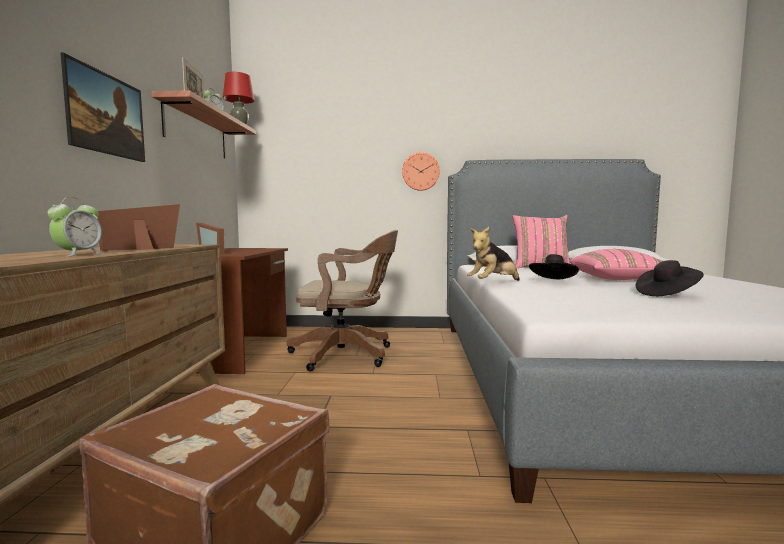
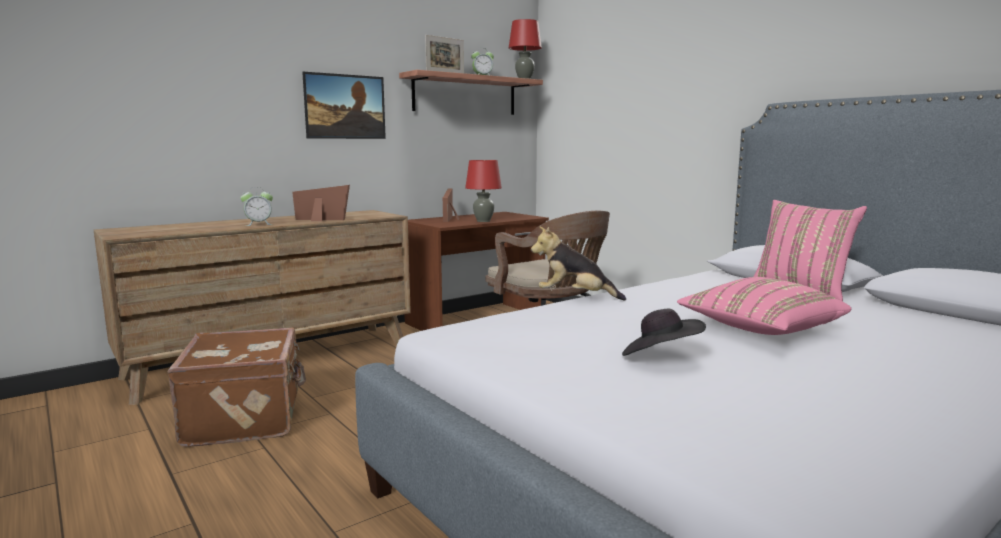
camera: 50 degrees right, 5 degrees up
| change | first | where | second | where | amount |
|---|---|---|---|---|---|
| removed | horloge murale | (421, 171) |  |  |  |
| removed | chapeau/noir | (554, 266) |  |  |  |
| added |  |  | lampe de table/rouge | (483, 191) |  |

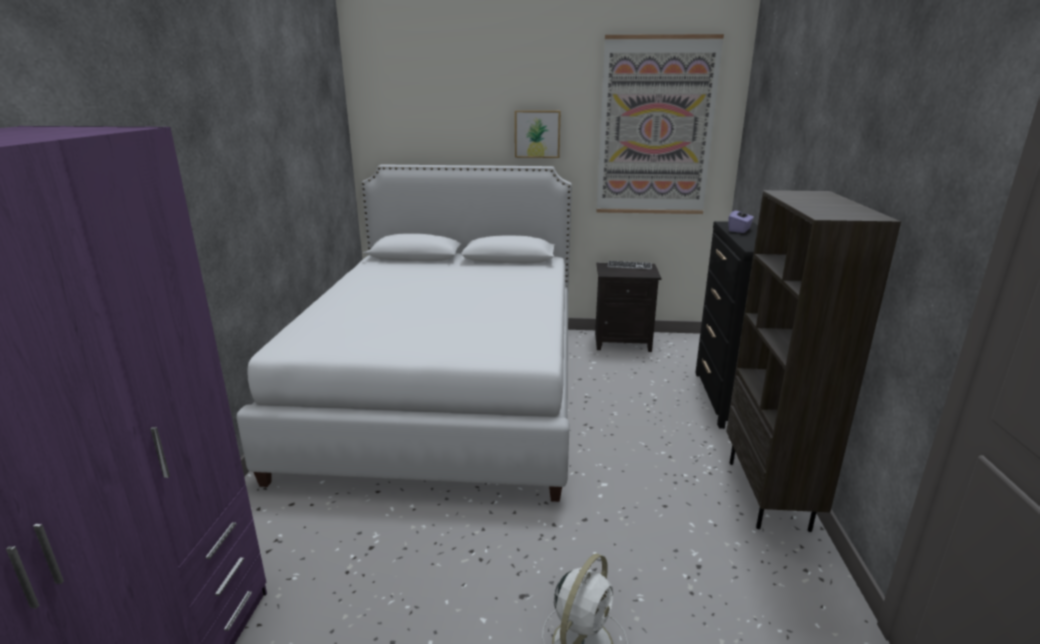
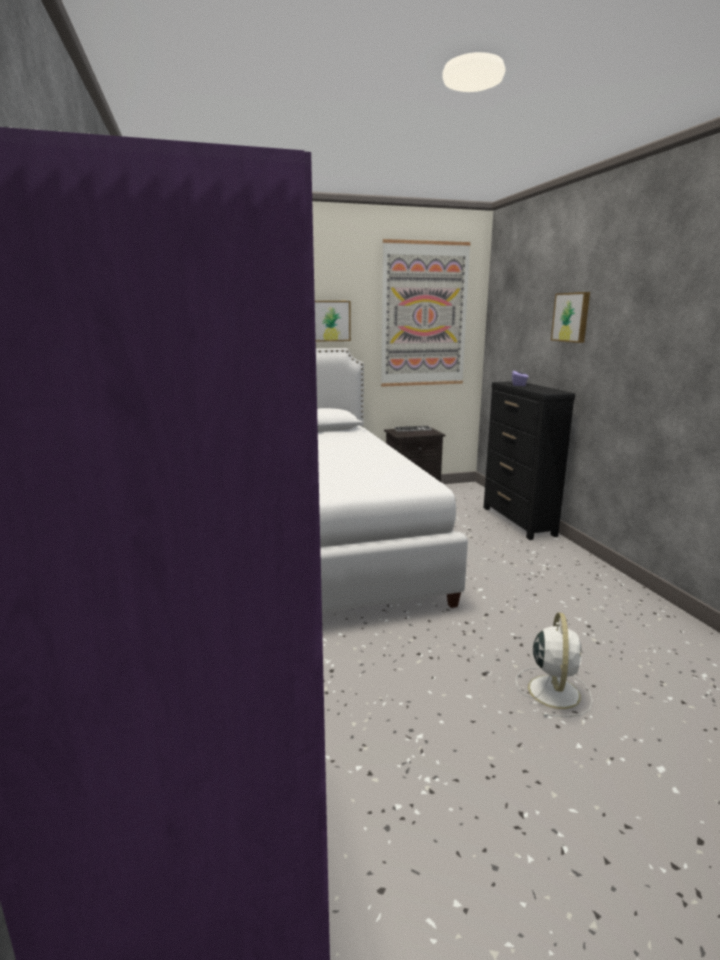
camera: 20 degrees left, 5 degrees down
| change | first | where | second | where | amount |
|---|---|---|---|---|---|
| removed | bibliothèque/marron | (813, 361) |  |  |  |
| added |  |  | tableau | (570, 317) |  |

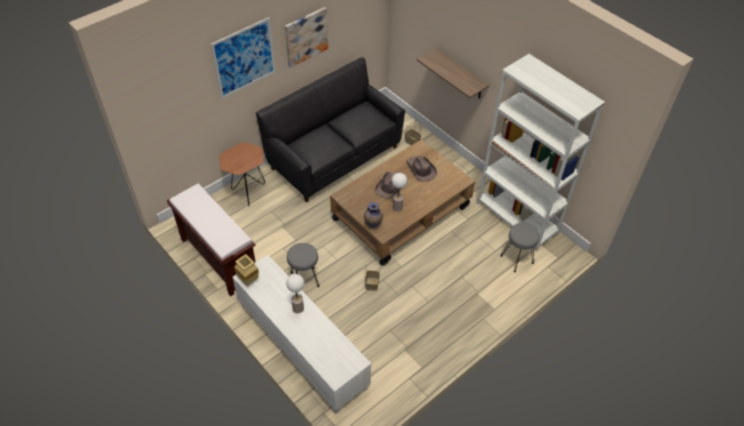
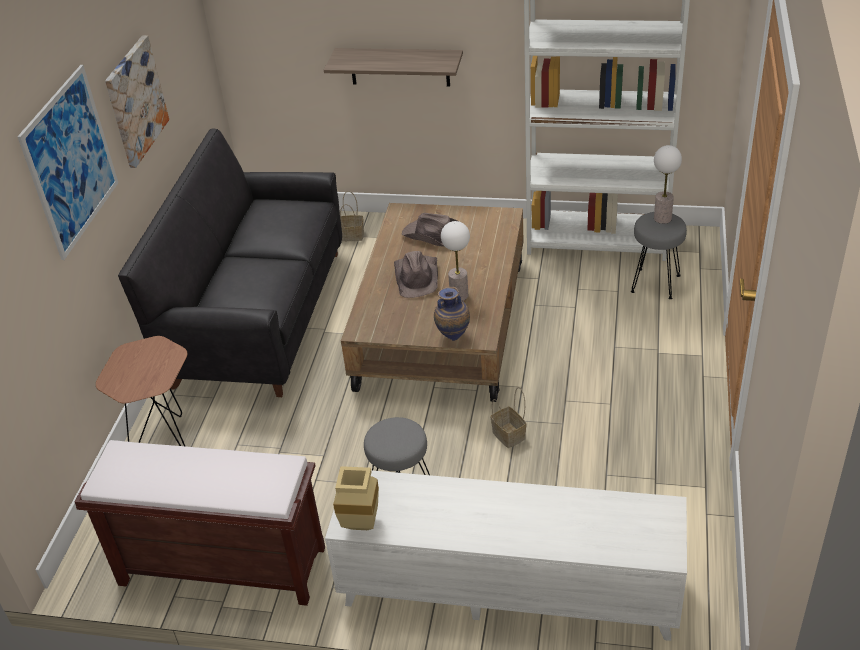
camera: 35 degrees left, 10 degrees down
| change | first | where | second | where | amount |
|---|---|---|---|---|---|
| moved | lampe de table | (295, 293) |  | (668, 184) |  |

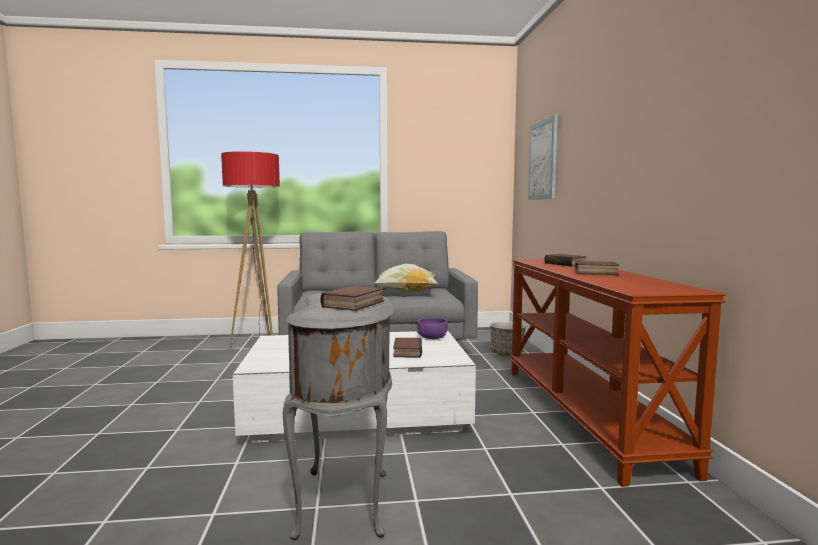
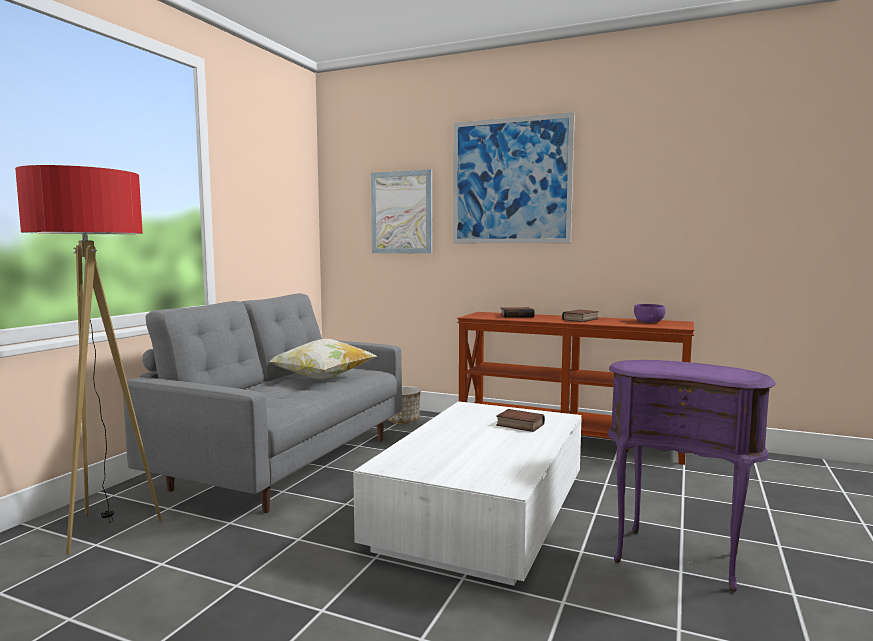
camera: 60 degrees left, 0 degrees up
| change | first | where | second | where | amount |
|---|---|---|---|---|---|
| removed | livre | (352, 298) |  |  |  |
| recoloured | table d'appoint/gris | (339, 416) | table d'appoint/violet | (692, 476) |  |
| moved | bol/violet | (432, 328) |  | (649, 313) |  |
| added |  |  | tableau | (514, 177) |  |

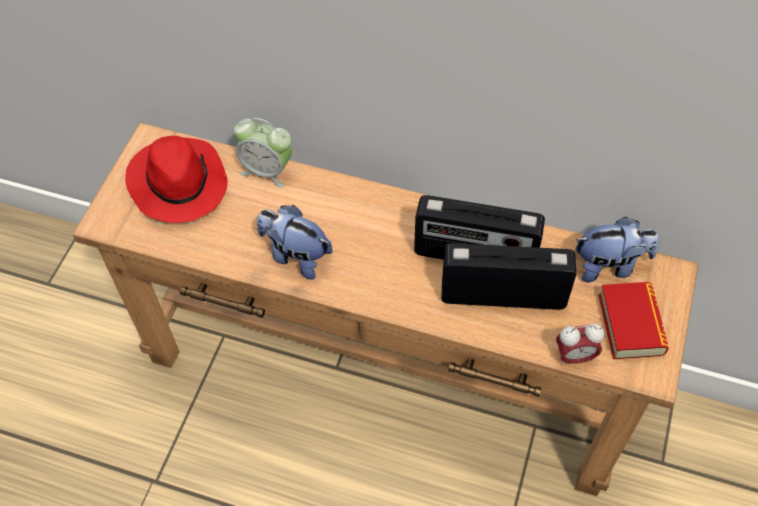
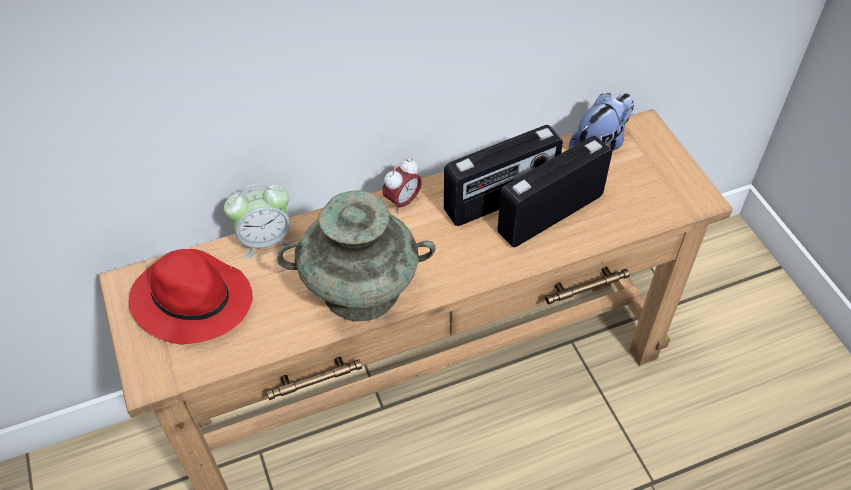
camera: 40 degrees left, 5 degrees down
| change | first | where | second | where | amount |
|---|---|---|---|---|---|
| replaced | peluche | (295, 242) | vase/turquoise | (356, 256) |  |
| removed | livre | (634, 320) |  |  |  |
| moved | réveil | (580, 344) |  | (402, 186) |  |

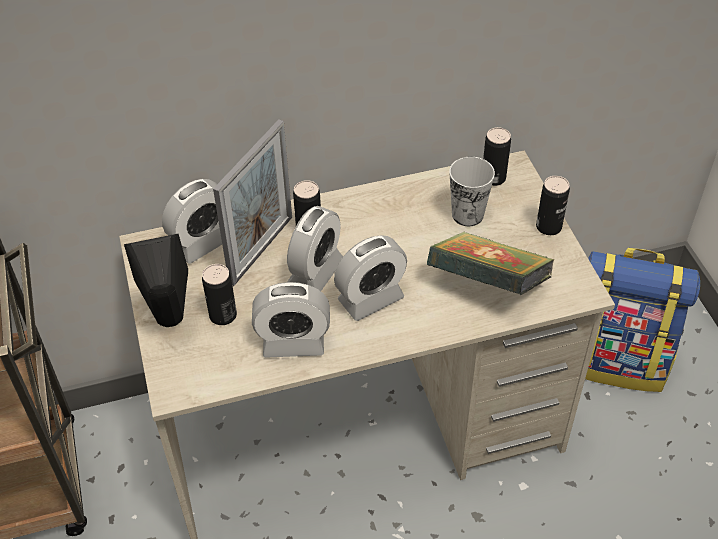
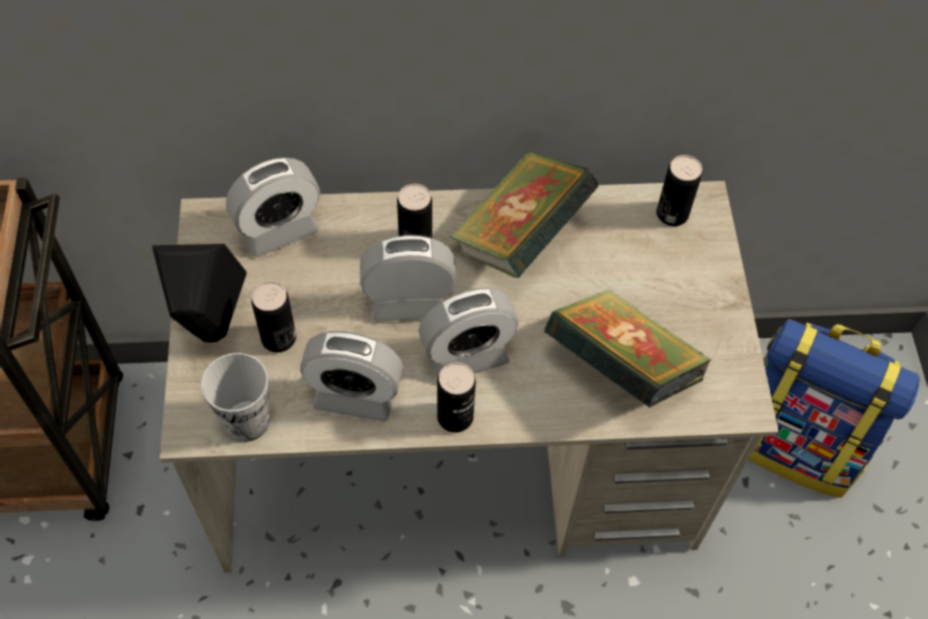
camera: 10 degrees right, 10 degrees up
| change | first | where | second | where | amount |
|---|---|---|---|---|---|
| removed | cadre photo | (252, 202) |  |  |  |
| moved | tasse | (472, 191) |  | (235, 397) |  |
| moved | boîte métallique | (553, 205) |  | (456, 397) |  |
| turned | réveil | (315, 248) |  | (408, 278) | 135 degrees counterclockwise |
| added |  |  | livre | (524, 214) |  |

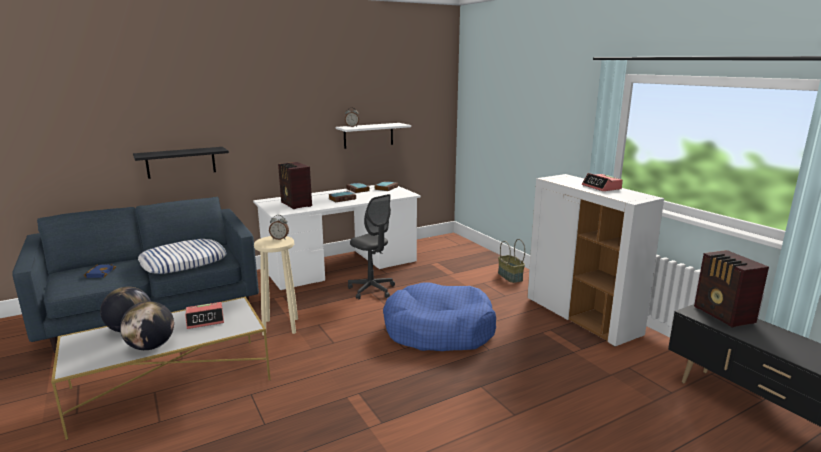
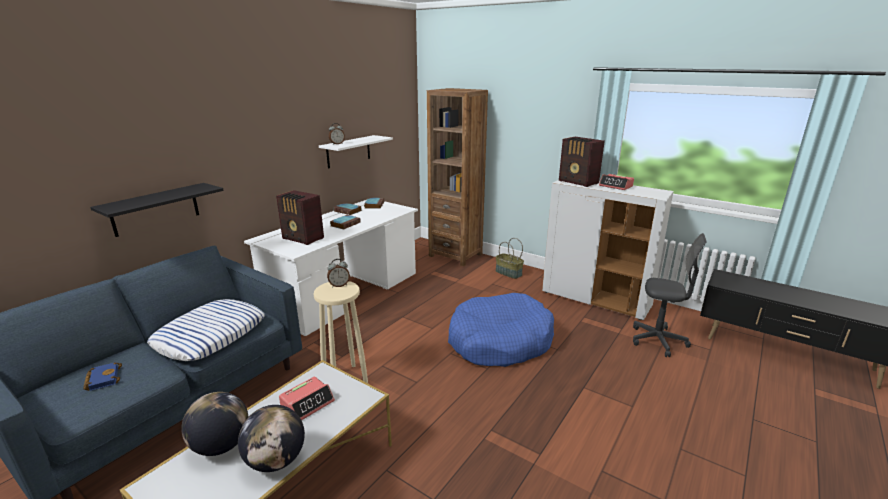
camera: 25 degrees left, 5 degrees up
| change | first | where | second | where | amount |
|---|---|---|---|---|---|
| moved | chaise de bureau/gris | (371, 246) |  | (670, 295) |  |
| moved | radio | (731, 288) |  | (582, 162) |  |
| added |  |  | bibliothèque/marron | (457, 177) |  |

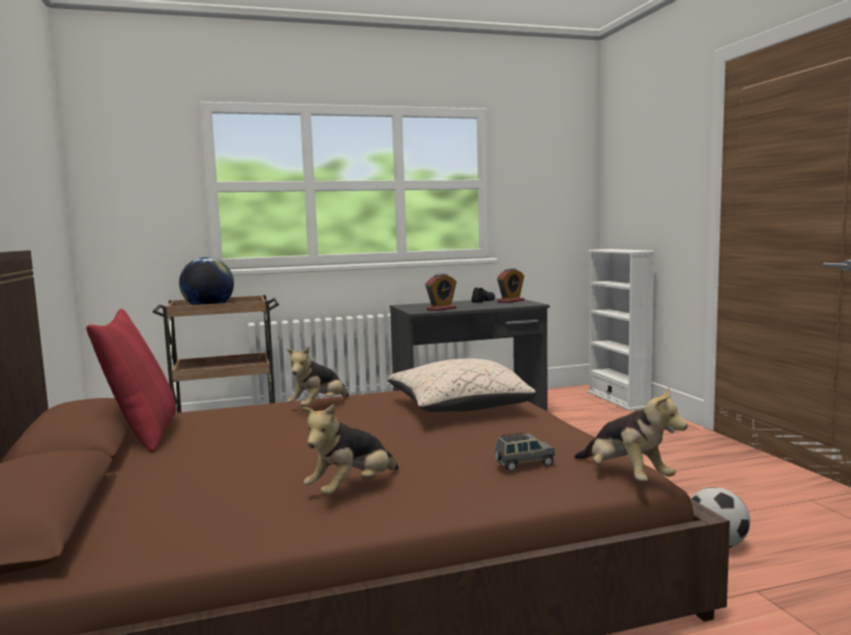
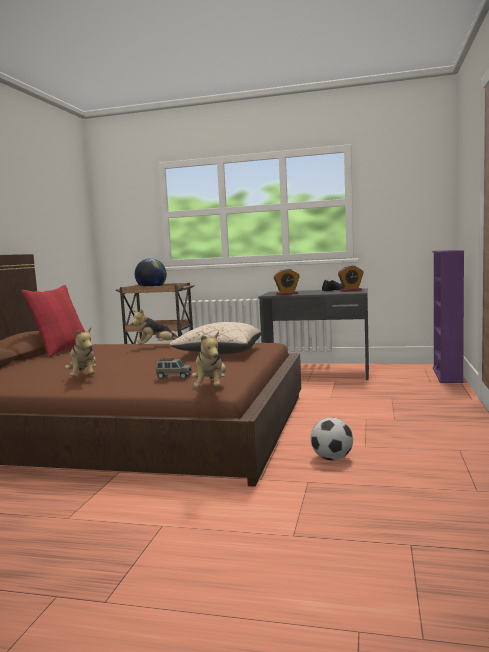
camera: 30 degrees right, 0 degrees up
| change | first | where | second | where | amount |
|---|---|---|---|---|---|
| recoloured | bibliothèque/blanc | (621, 330) | bibliothèque/violet | (448, 316) |  |
| turned | peluche | (350, 450) |  | (80, 351) | 90 degrees counterclockwise |

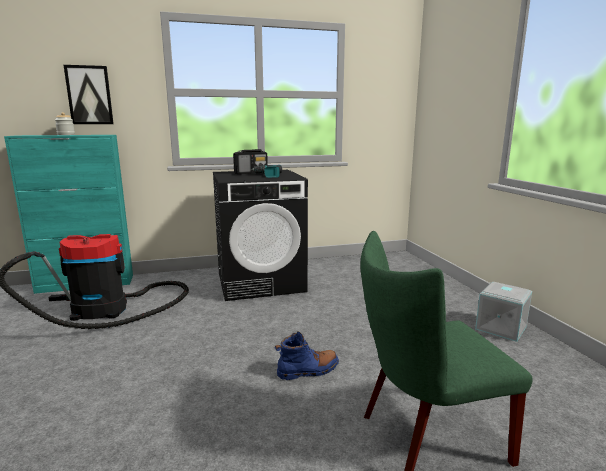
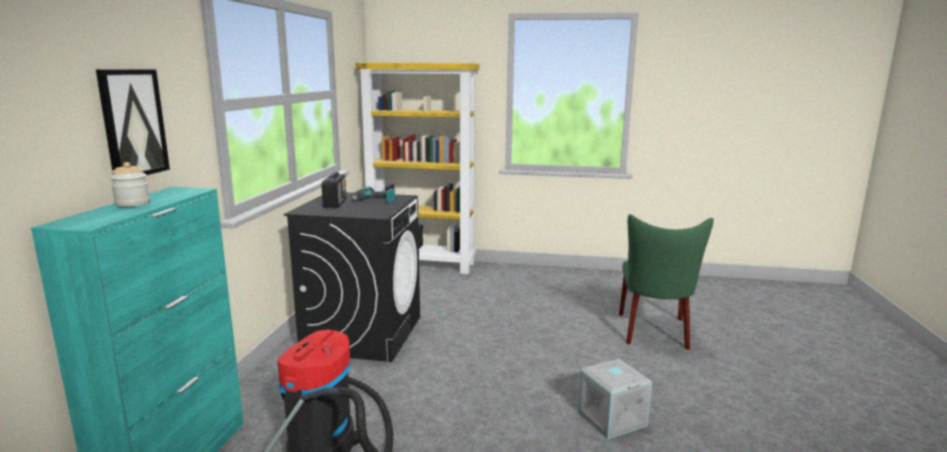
camera: 65 degrees left, 0 degrees up
| change | first | where | second | where | amount |
|---|---|---|---|---|---|
| moved | boîte de rangement/gris | (503, 312) |  | (614, 399) |  |
| removed | botte/bleu | (307, 356) |  |  |  |
| added |  |  | bibliothèque/jaune | (417, 168) |  |

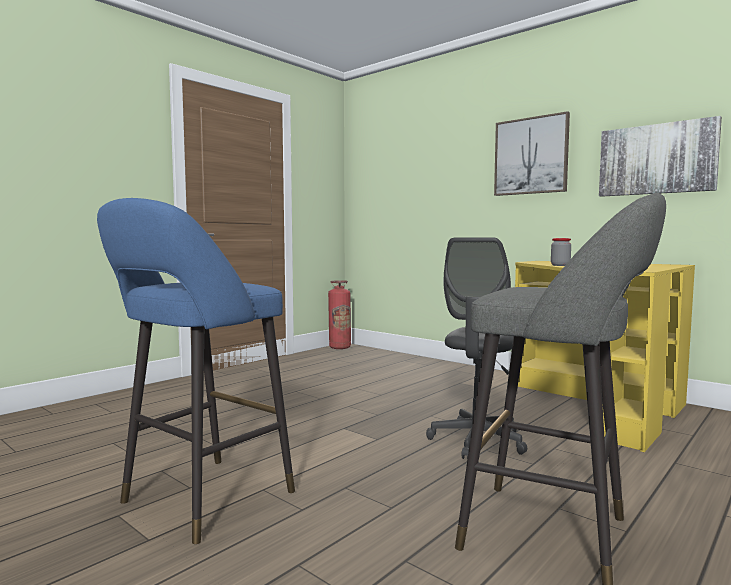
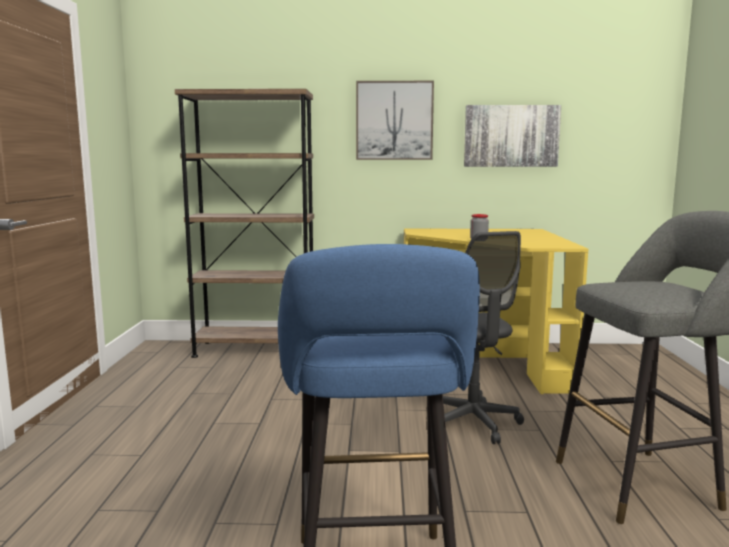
camera: 40 degrees left, 5 degrees up
| change | first | where | second | where | amount |
|---|---|---|---|---|---|
| removed | extincteur | (339, 314) |  |  |  |
| added |  |  | bibliothèque/marron | (244, 223) |  |

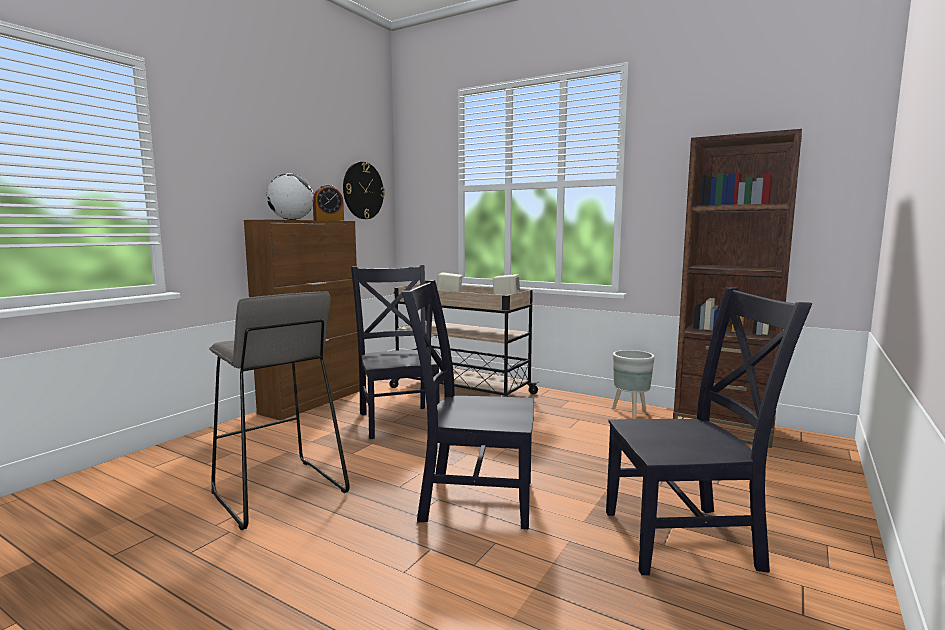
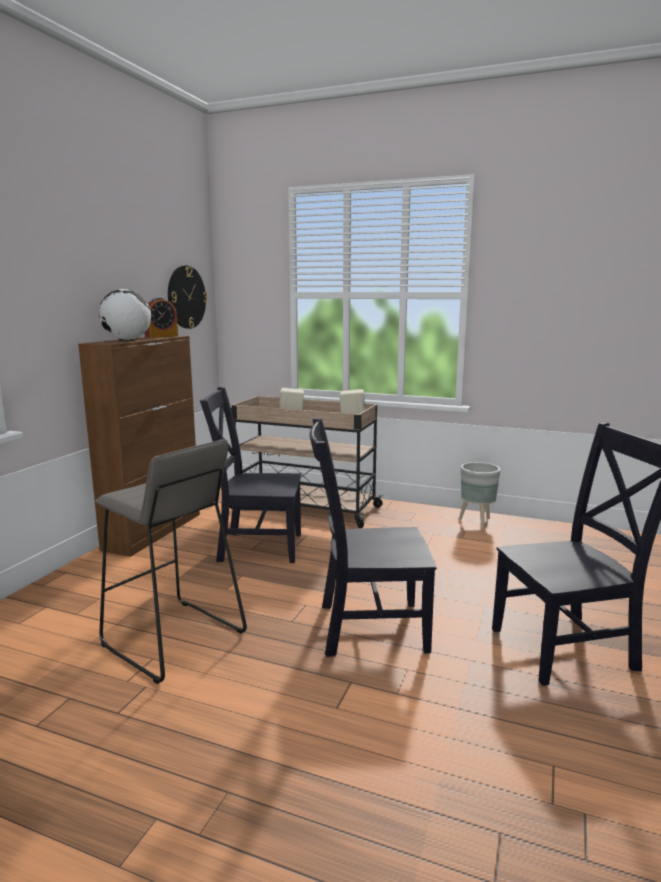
camera: 10 degrees left, 5 degrees up
| change | first | where | second | where | amount |
|---|---|---|---|---|---|
| removed | bibliothèque/marron | (737, 288) |  |  |  |
| turned | chaise/noir | (395, 352) |  | (250, 475) | 60 degrees counterclockwise |

